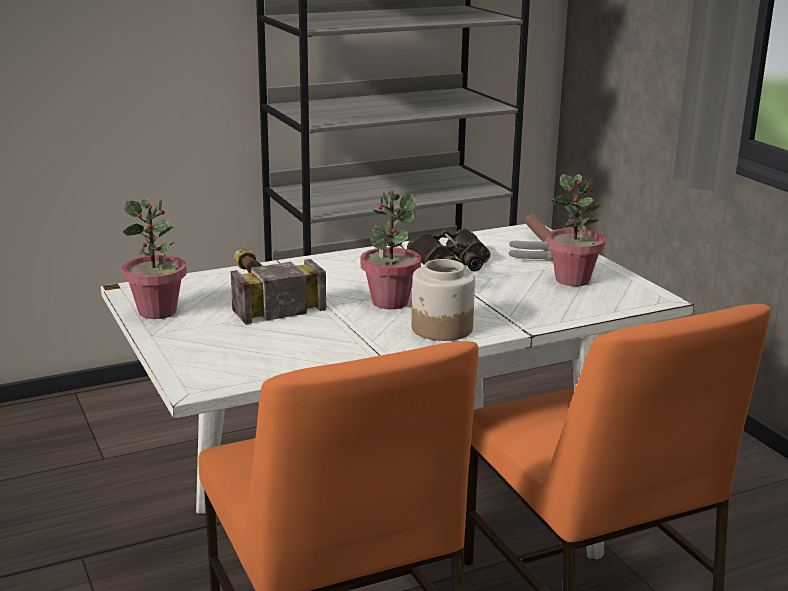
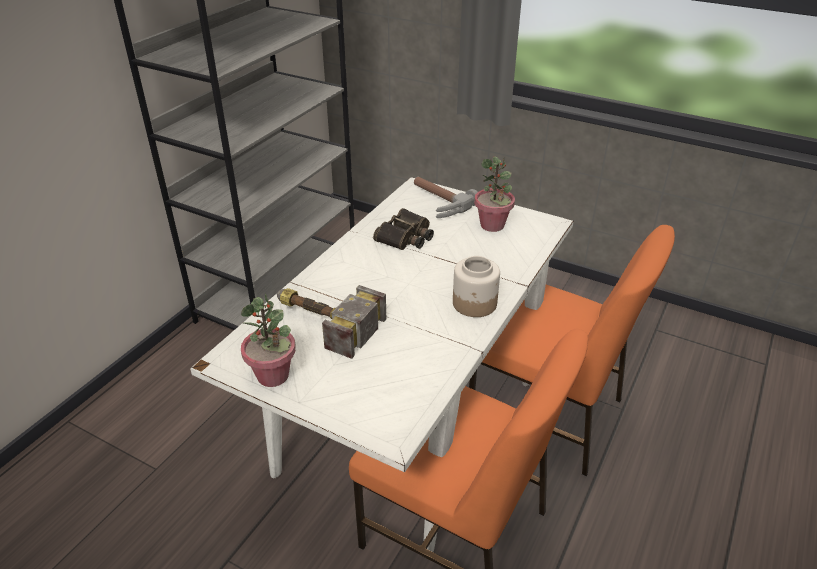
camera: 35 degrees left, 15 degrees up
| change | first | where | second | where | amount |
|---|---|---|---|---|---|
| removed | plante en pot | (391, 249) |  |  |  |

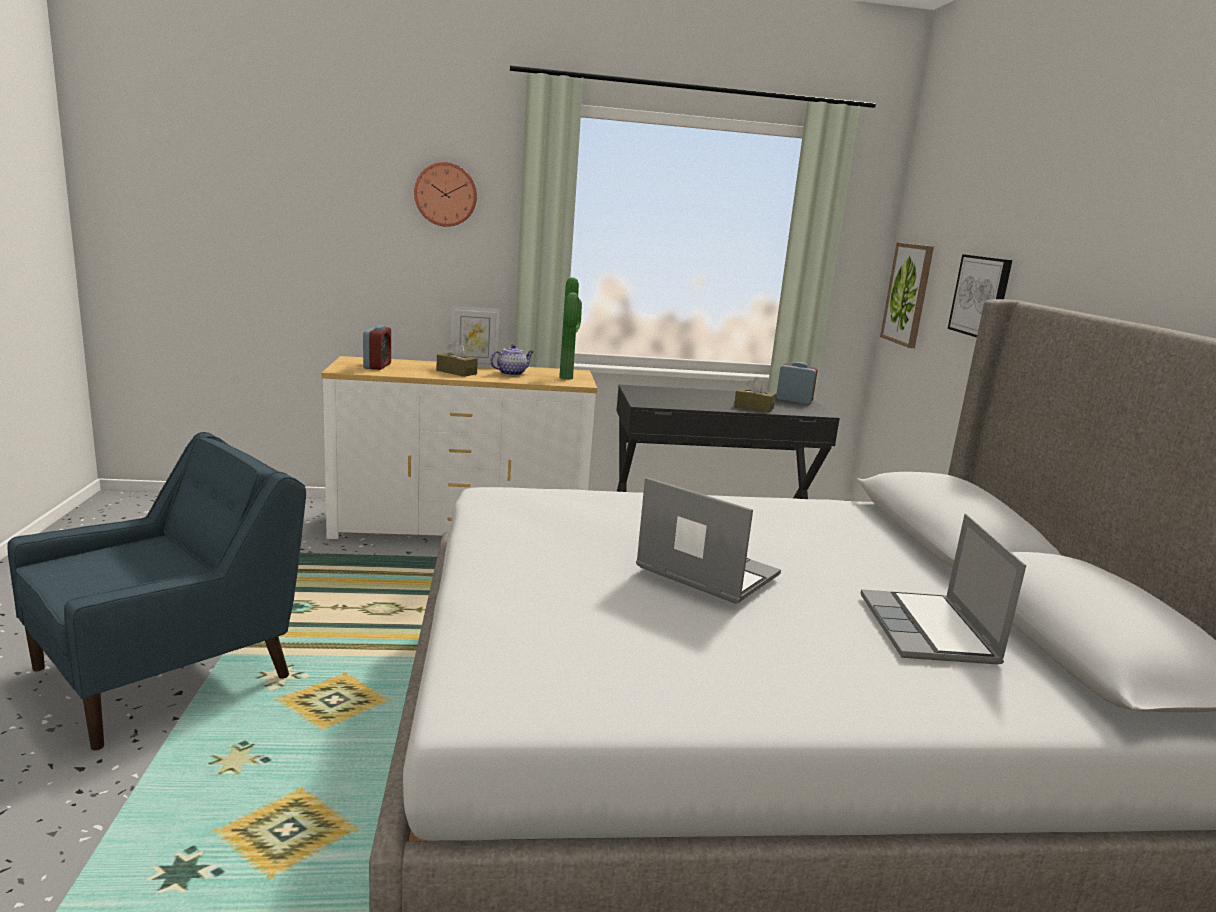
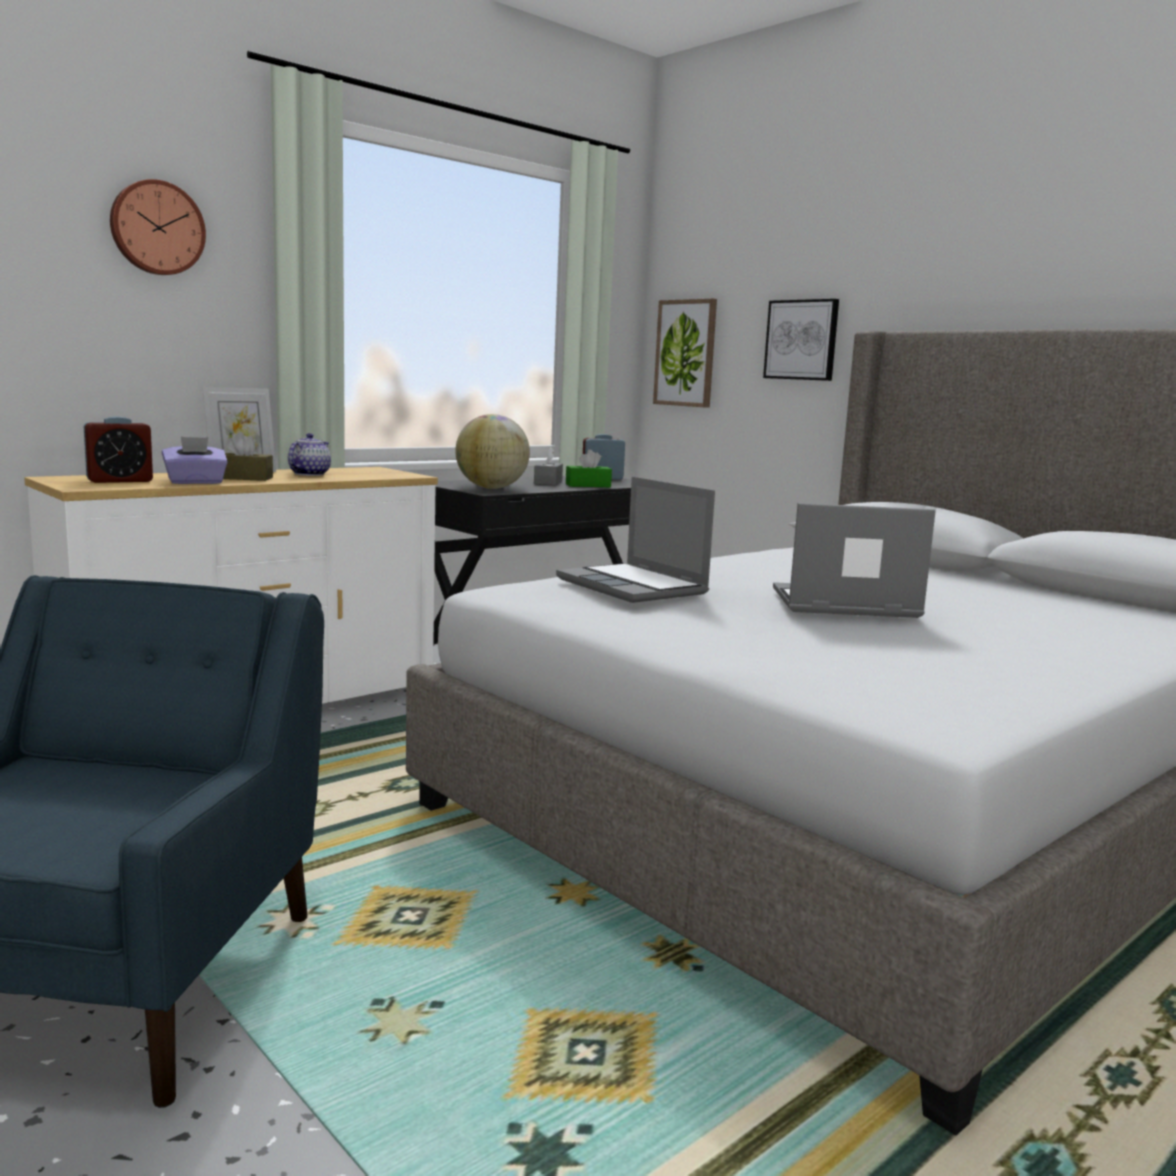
camera: 35 degrees left, 5 degrees down
| change | first | where | second | where | amount |
|---|---|---|---|---|---|
| removed | plante en pot | (570, 328) |  |  |  |
| turned | réveil | (377, 347) |  | (118, 449) | 90 degrees clockwise |
| recoloured | boîte à mouchoirs/marron | (755, 394) | boîte à mouchoirs/vert | (589, 468) |  |
| moved | ordinateur portable | (943, 589) |  | (635, 540) |  |
| added |  |  | globe | (492, 451) |  |
| added |  |  | boîte à mouchoirs/violet | (195, 460) |  |
| added |  |  | boîte à mouchoirs/gris | (548, 466) |  |

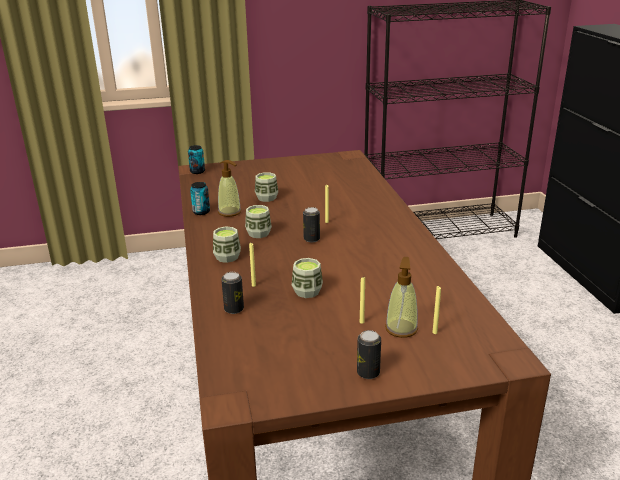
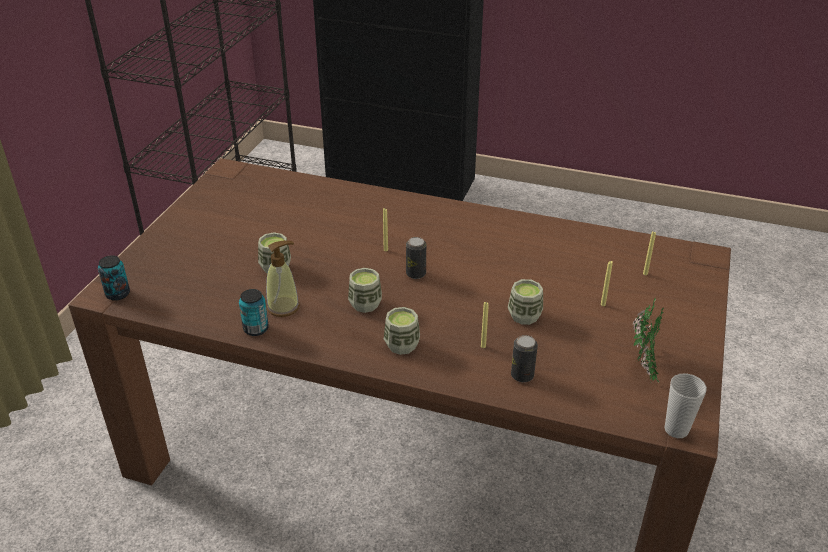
camera: 60 degrees left, 10 degrees up
| change | first | where | second | where | amount |
|---|---|---|---|---|---|
| removed | distributeur de savon | (401, 297) |  |  |  |
| removed | boîte métallique | (369, 354) |  |  |  |
| added |  |  | plante en pot | (648, 340) |  |
| added |  |  | tasse | (686, 405) |  |

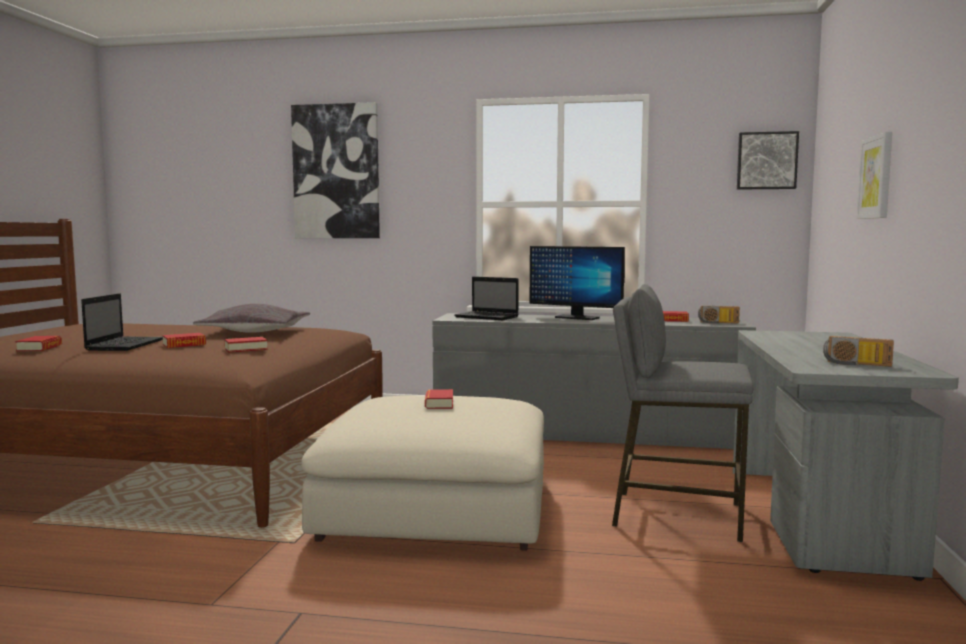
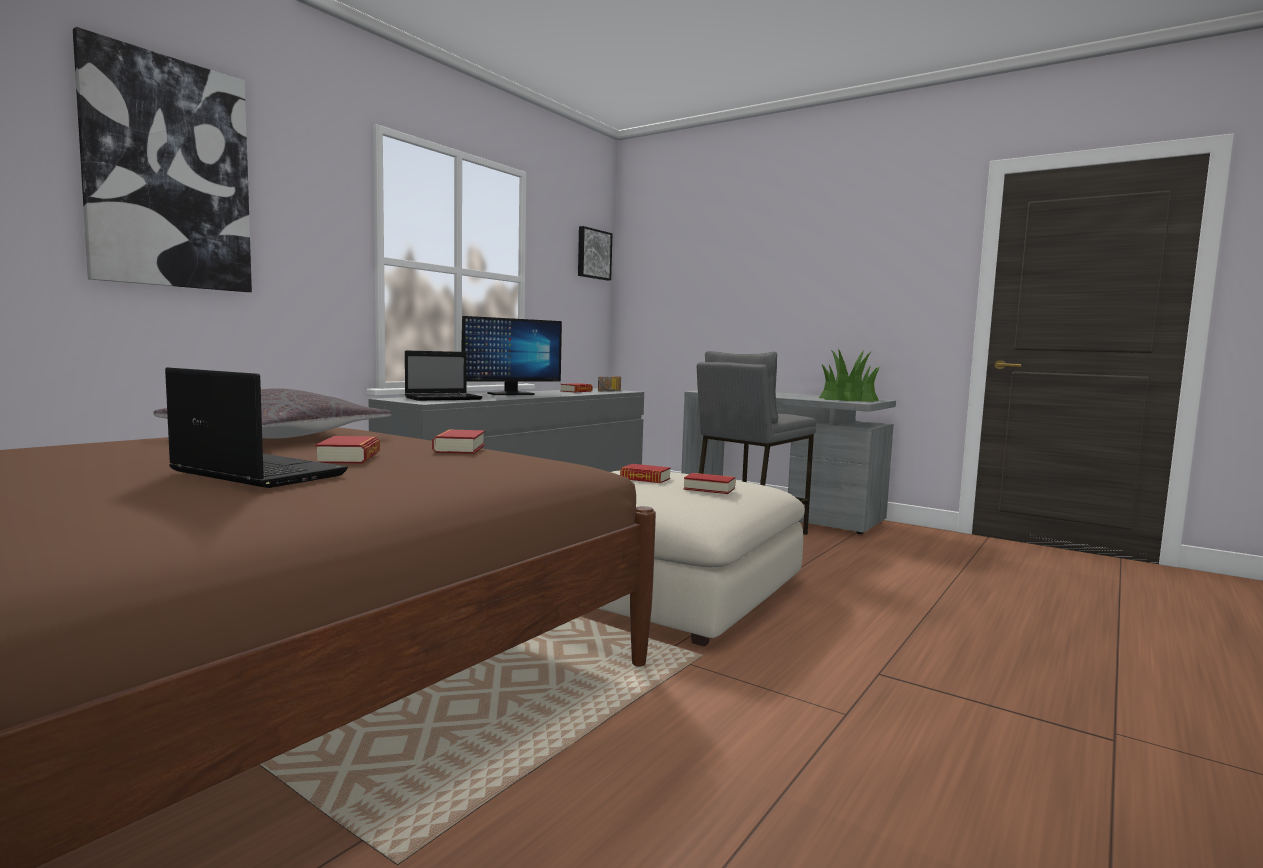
camera: 65 degrees left, 0 degrees up
| change | first | where | second | where | amount |
|---|---|---|---|---|---|
| removed | tableau | (874, 175) |  |  |  |
| moved | livre | (38, 344) |  | (710, 483) |  |
| replaced | radio | (858, 351) | plante en pot | (849, 376) |  |

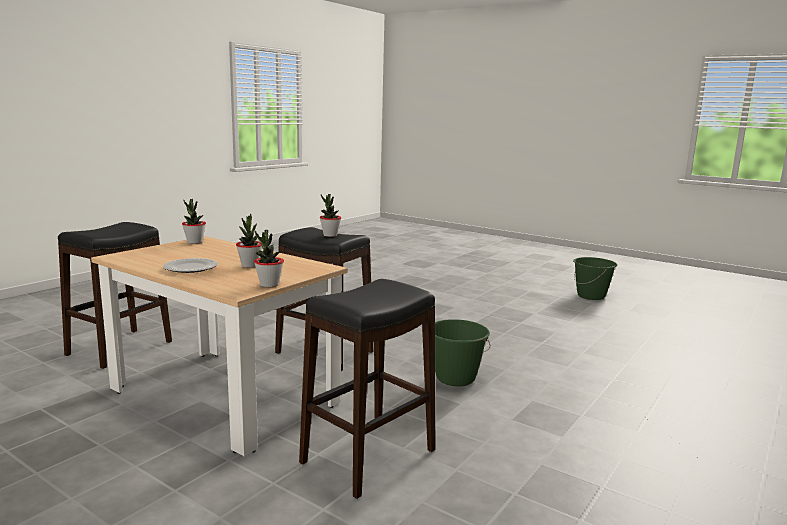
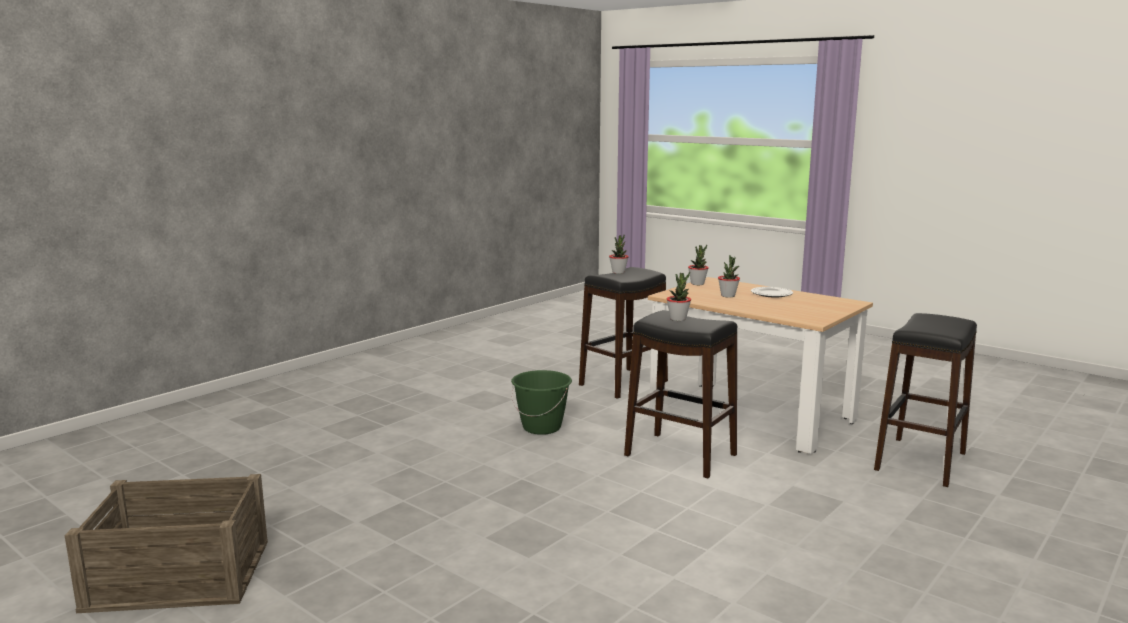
camera: 175 degrees left, 0 degrees up
| change | first | where | second | where | amount |
|---|---|---|---|---|---|
| moved | plante en pot | (194, 221) |  | (619, 254) |  |
| replaced | seau/vert | (595, 278) | caisse | (166, 543) |  |

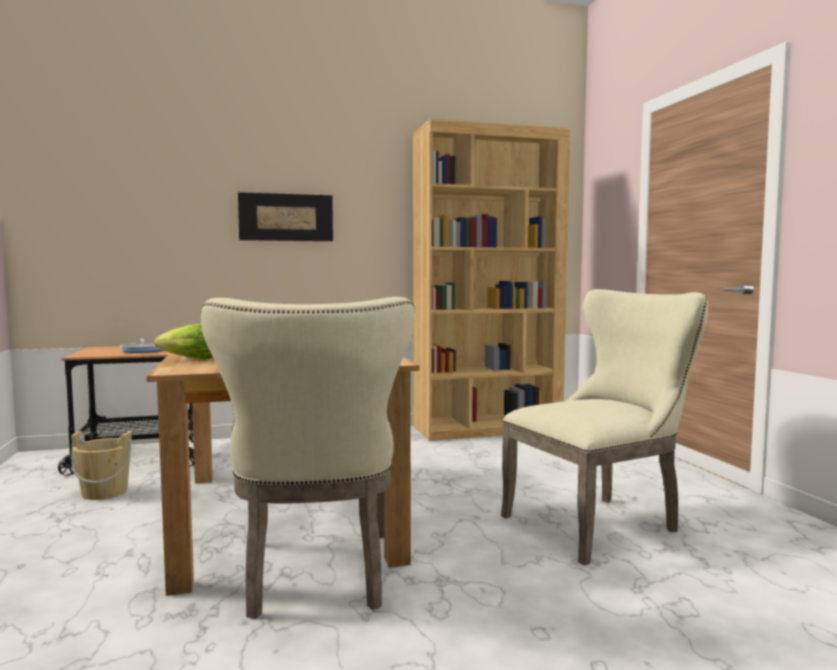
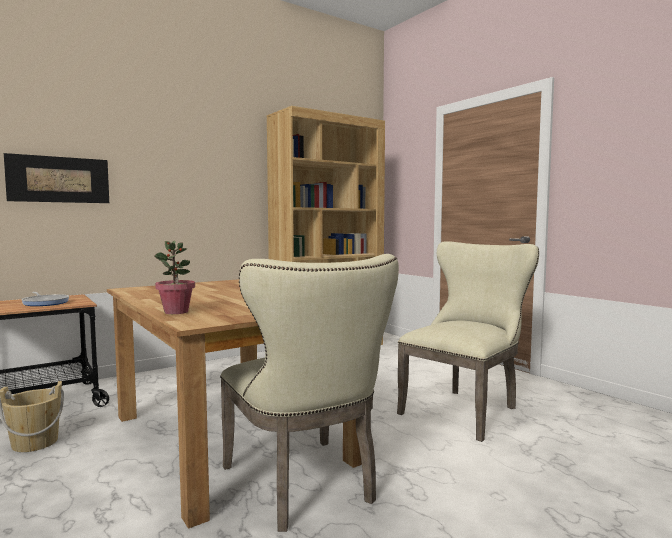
camera: 20 degrees left, 0 degrees up
| change | first | where | second | where | amount |
|---|---|---|---|---|---|
| moved | tableau | (285, 216) |  | (56, 178) |  |
| replaced | laitue | (183, 341) | plante en pot | (175, 277) |  |

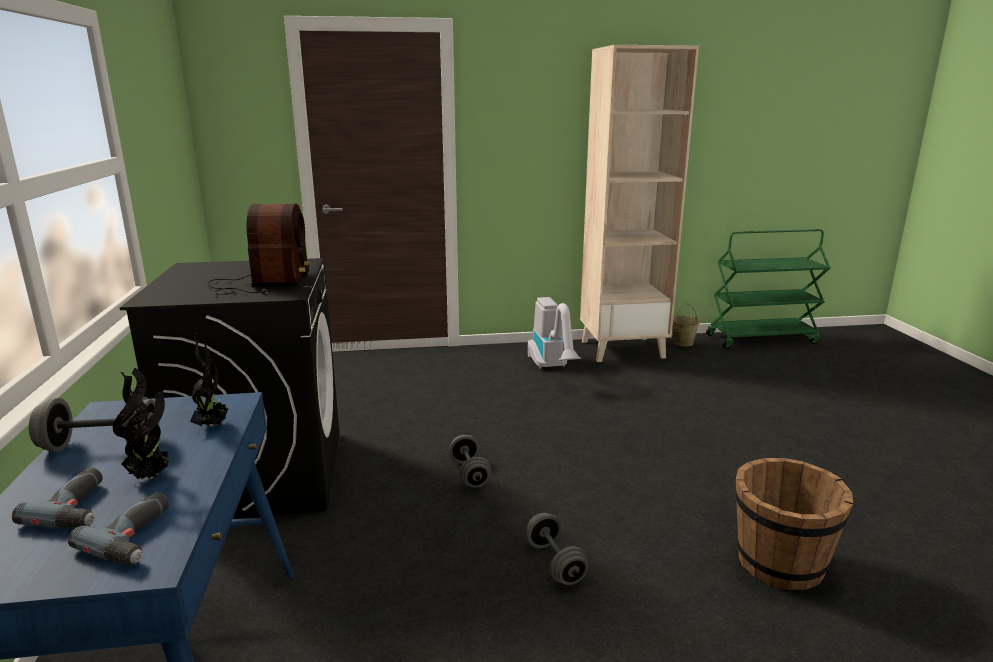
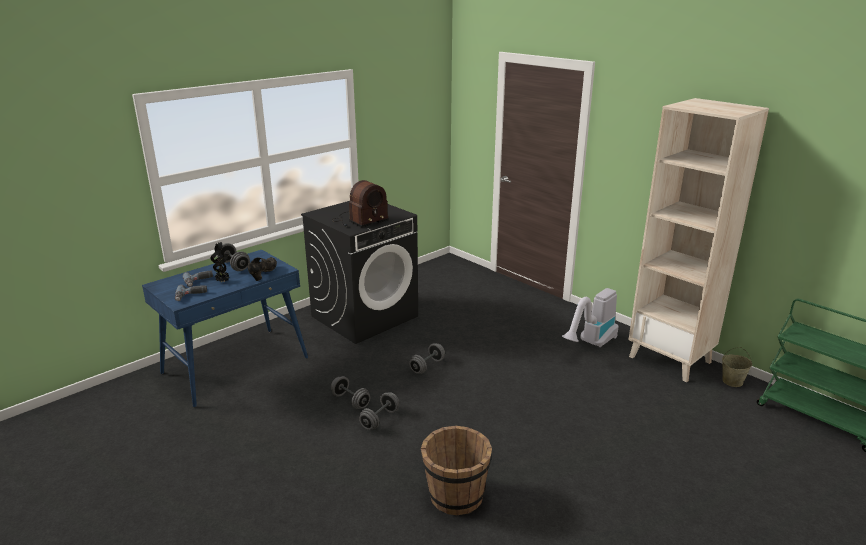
camera: 55 degrees right, 5 degrees up
| change | first | where | second | where | amount |
|---|---|---|---|---|---|
| replaced | plante en pot | (207, 380) | chaussure/noir | (262, 269) |  |
| added |  |  | haltère/gris | (350, 392) |  |

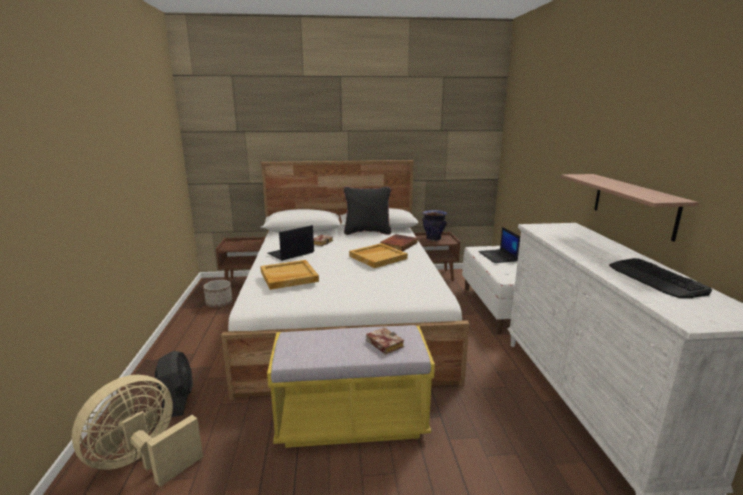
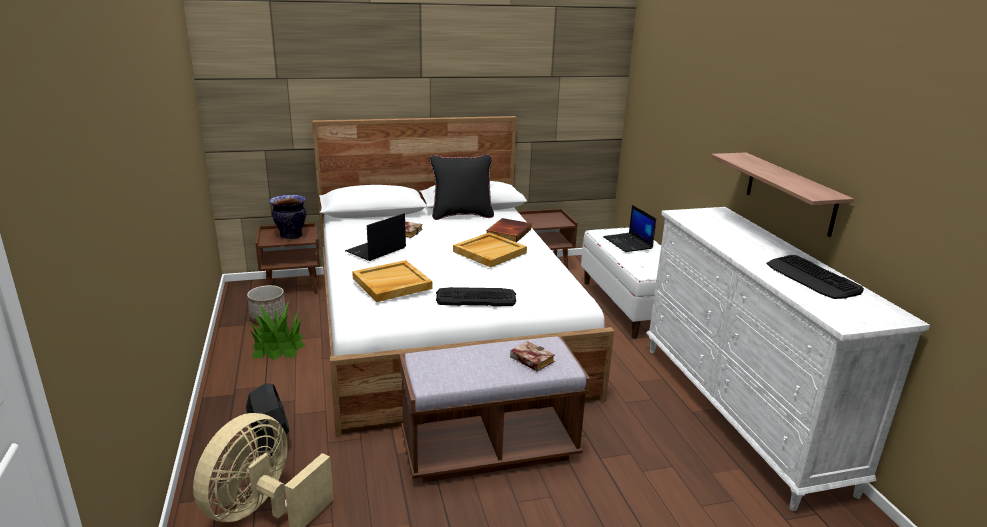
camera: 10 degrees left, 5 degrees up
| change | first | where | second | where | amount |
|---|---|---|---|---|---|
| moved | vase | (434, 225) |  | (287, 217) |  |
| recoloured | banc/jaune | (351, 386) | banc/marron | (494, 410) |  |
| added |  |  | clavier | (476, 296) |  |
| added |  |  | plante en pot | (277, 330) |  |

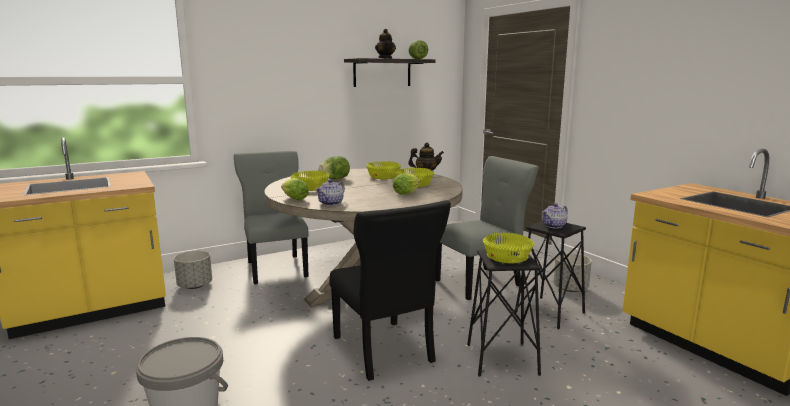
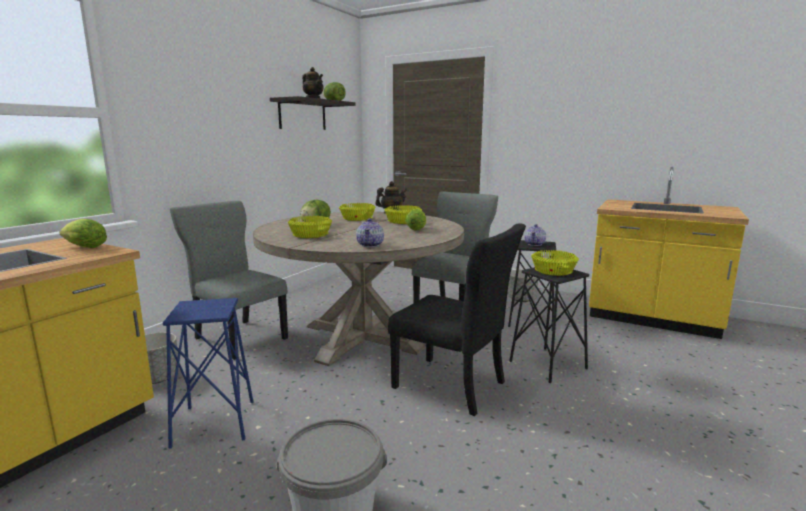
camera: 30 degrees left, 0 degrees up
| change | first | where | second | where | amount |
|---|---|---|---|---|---|
| moved | laitue | (295, 189) |  | (83, 233) |  |
| added |  |  | tabouret/bleu | (208, 373) |  |

